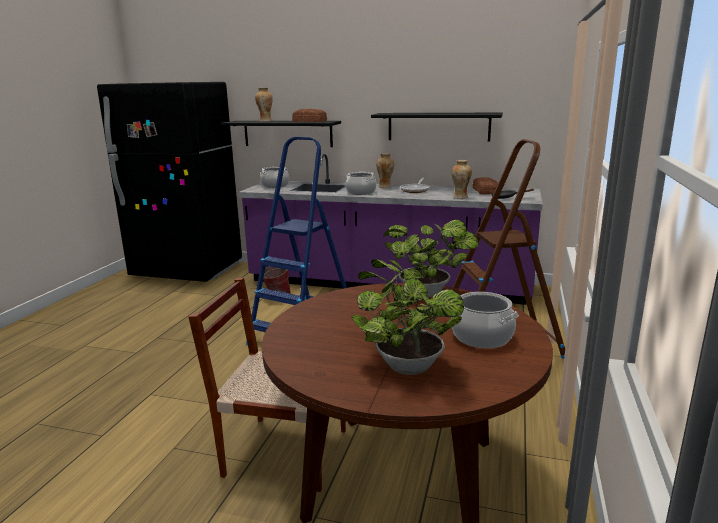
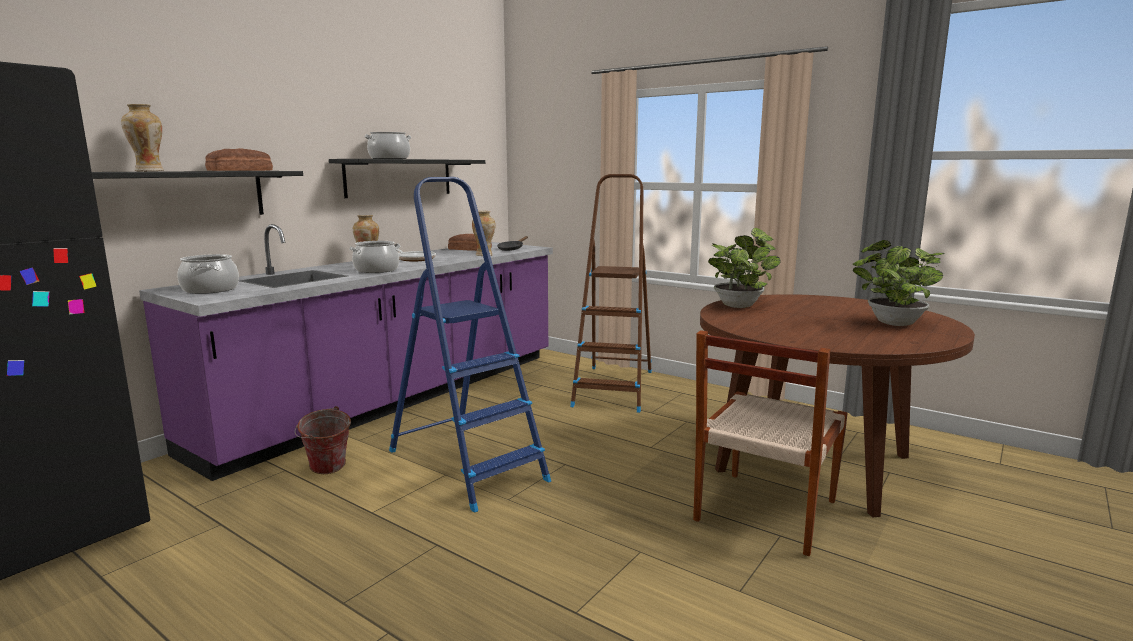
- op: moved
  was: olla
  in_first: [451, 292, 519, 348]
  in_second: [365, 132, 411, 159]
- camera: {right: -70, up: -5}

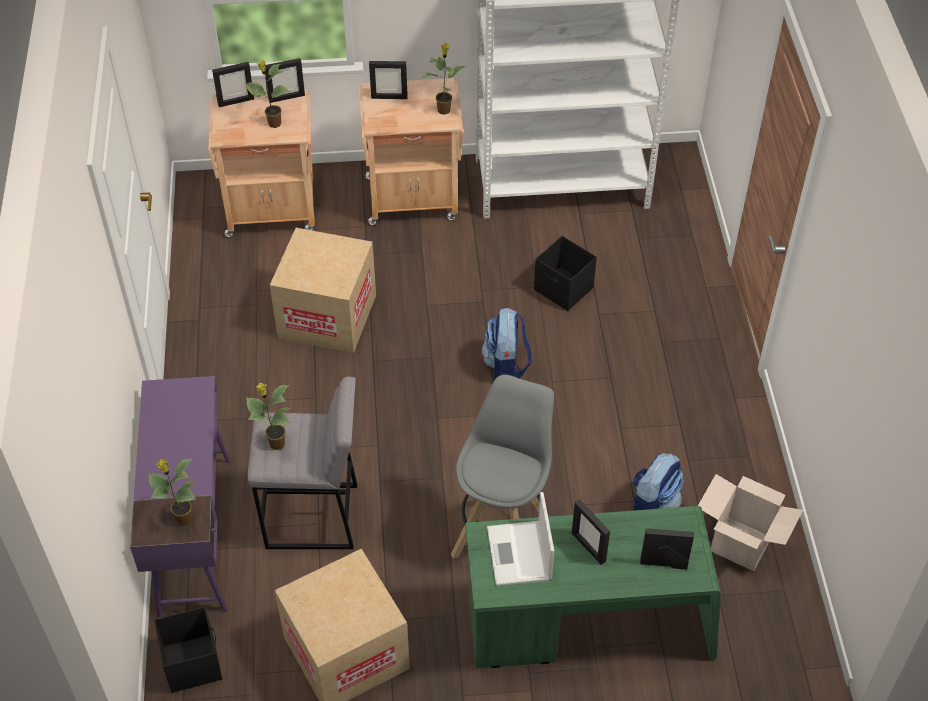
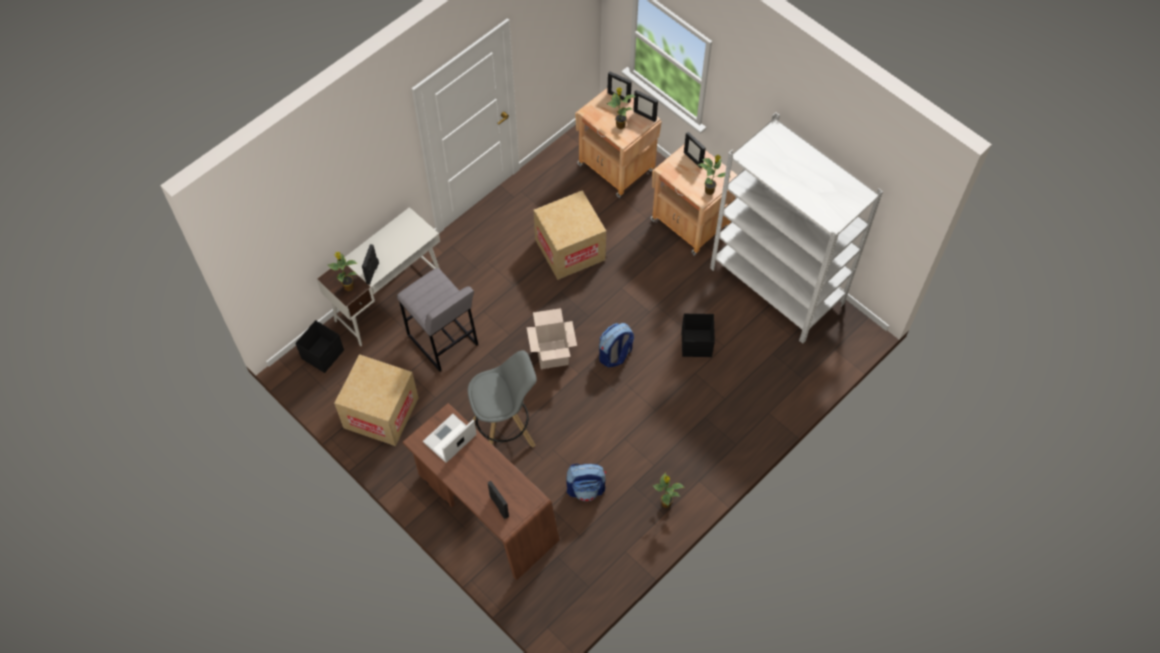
- op: recoloured
  was: escritorio (morado)
  now: escritorio (blanco)
  in_first: [130, 376, 230, 617]
  in_second: [317, 207, 440, 346]
- op: moved
  was: planta en maceta
  in_first: [246, 383, 291, 450]
  in_second: [652, 473, 685, 508]
- op: moved
  was: caja de cartón
  in_first: [698, 474, 803, 571]
  in_second: [526, 308, 577, 369]
- op: moved
  was: portarretratos
  in_first: [572, 499, 610, 565]
  in_second: [362, 244, 379, 285]
- op: recoloured
  was: escritorio (verde)
  now: escritorio (marrón)
  in_first: [465, 506, 721, 669]
  in_second: [403, 403, 560, 581]
- camera: {right: 50, up: 10}

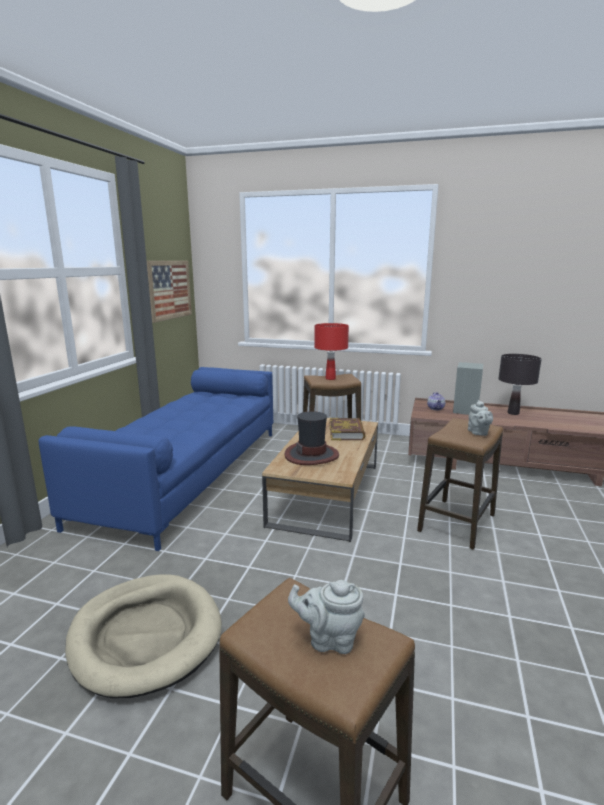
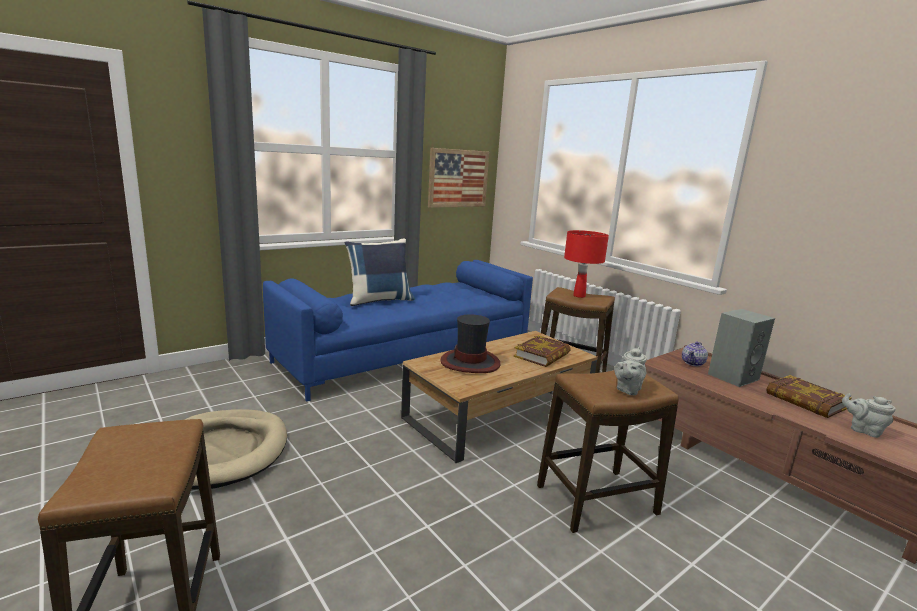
- op: replaced
  was: lámpara de mesa (negro)
  now: libro
  in_first: [498, 354, 541, 415]
  in_second: [767, 375, 851, 418]
- op: moved
  was: tetera (gris)
  in_first: [288, 580, 365, 654]
  in_second: [842, 393, 895, 438]
- op: added
  now: cojín (azul)
  in_second: [345, 238, 415, 306]
- camera: {right: 35, up: 0}

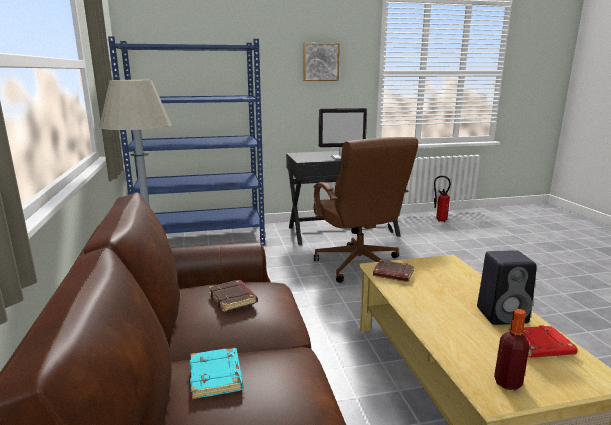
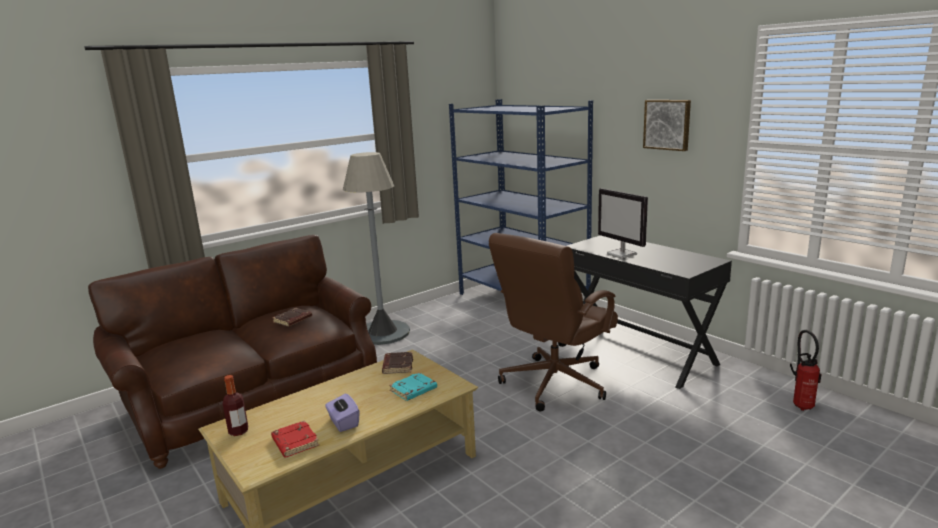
- op: replaced
  was: altavoz (negro)
  now: caja de pañuelos (morado)
  in_first: [477, 250, 537, 325]
  in_second: [325, 394, 360, 432]
- op: moved
  was: libro (turquesa)
  in_first: [190, 348, 243, 399]
  in_second: [389, 372, 437, 401]
- camera: {right: 65, up: 0}

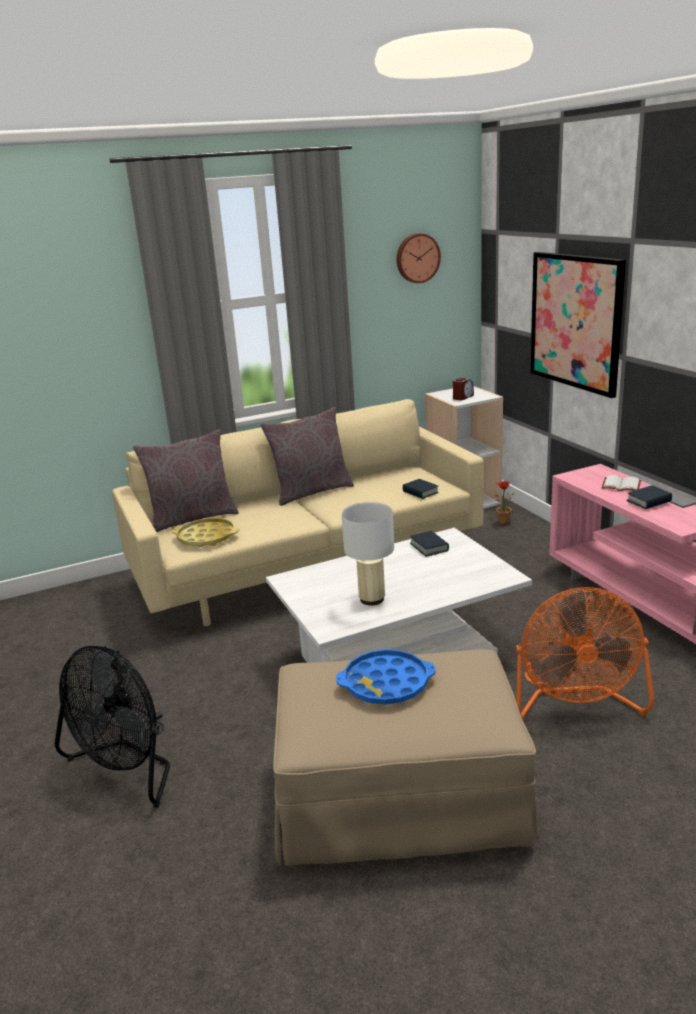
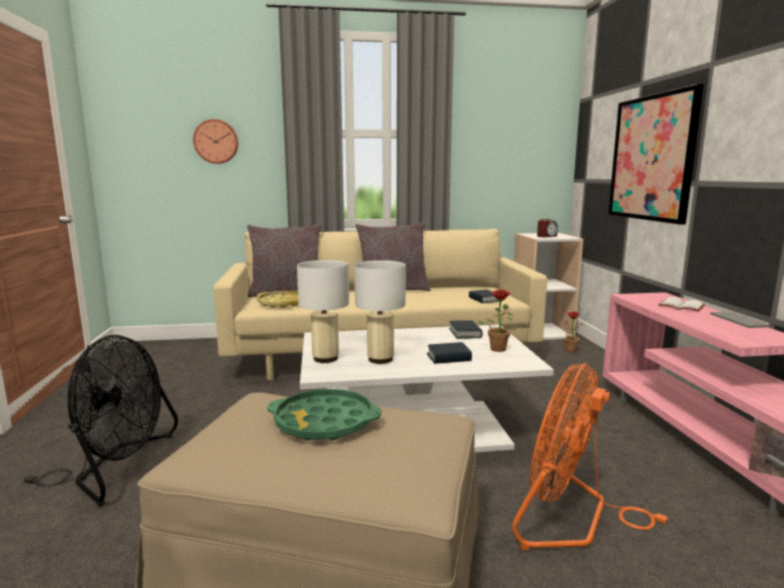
- op: moved
  was: reloj de pared
  in_first: [397, 233, 441, 283]
  in_second: [193, 119, 238, 164]
- op: moved
  was: libro
  in_first: [626, 485, 672, 509]
  in_second: [427, 342, 472, 364]
- op: turned
  was: ventilador (naranja)
  in_first: [516, 587, 654, 721]
  in_second: [512, 363, 671, 550]
  clockwise: 105
- op: turned
  was: ventilador (negro)
  in_first: [54, 646, 170, 808]
  in_second: [24, 335, 178, 507]
  clockwise: -135
- op: recoloured
  was: bandeja (azul)
  now: bandeja (verde)
  in_first: [336, 649, 436, 705]
  in_second: [267, 389, 381, 440]
- op: added
  now: lámpara de mesa (blanco)
  in_second: [297, 260, 349, 363]
- op: added
  now: planta en maceta
  in_second: [477, 290, 513, 352]
- camera: {right: 15, up: -10}

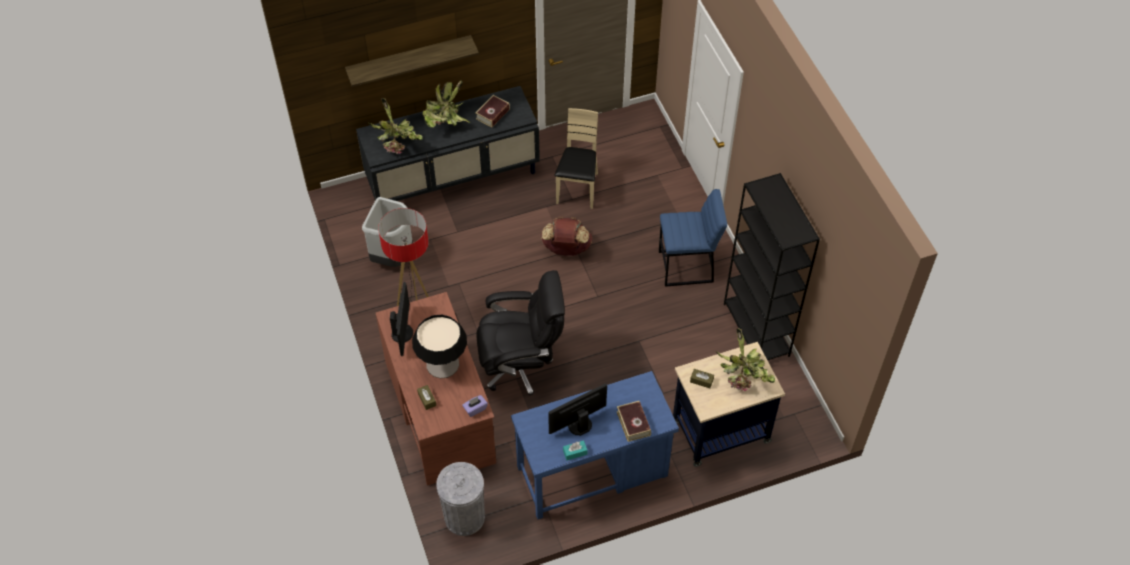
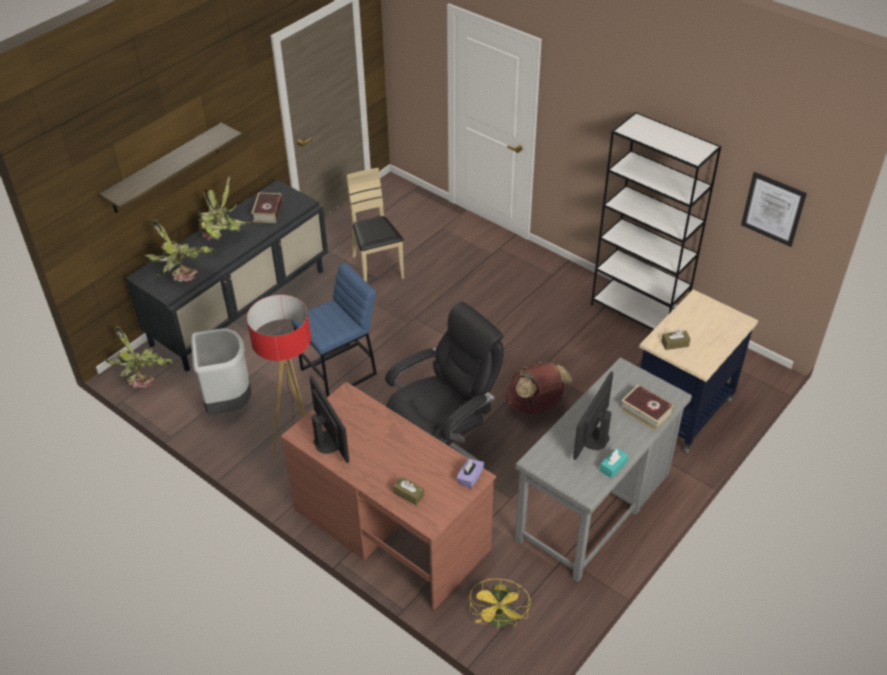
- op: recoloured
  was: estantería (negro)
  now: estantería (blanco)
  in_first: [724, 173, 820, 360]
  in_second: [591, 112, 721, 331]
- op: moved
  was: silla (azul)
  in_first: [659, 189, 727, 287]
  in_second: [291, 263, 377, 397]
- op: moved
  was: mochila (marrón)
  in_first: [541, 217, 593, 256]
  in_second: [505, 362, 572, 414]
- op: removed
  was: lámpara de mesa
  in_first: [412, 315, 467, 378]
- op: moved
  was: planta en maceta
  in_first: [716, 328, 775, 391]
  in_second: [104, 326, 173, 388]
- op: recoloured
  was: escritorio (azul)
  now: escritorio (gris)
  in_first: [511, 371, 679, 519]
  in_second: [515, 357, 692, 582]
- op: replaced
  was: papelera (gris)
  now: ventilador (amarillo)
  in_first: [436, 462, 485, 536]
  in_second: [469, 578, 531, 629]
- op: added
  now: cuadro
  in_second: [741, 172, 807, 247]
- camera: {right: -30, up: -10}

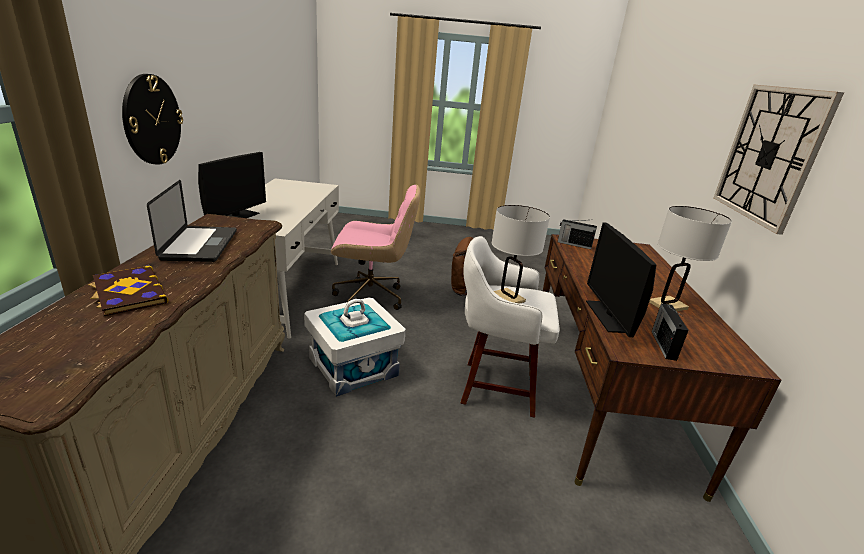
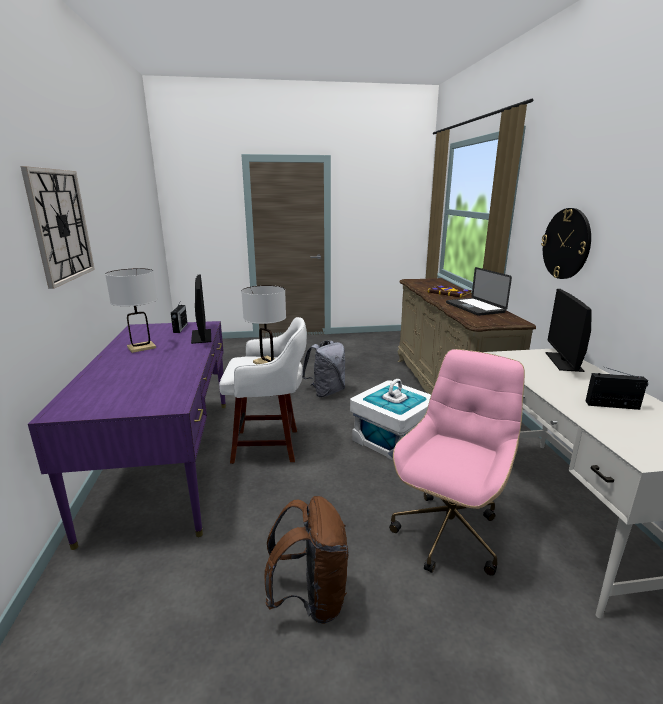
- op: turned
  was: silla de oficina (rosa)
  in_first: [331, 184, 420, 310]
  in_second: [389, 349, 525, 576]
  clockwise: 135
- op: moved
  was: radio
  in_first: [558, 219, 597, 249]
  in_second: [585, 366, 648, 410]
- op: recoloured
  was: escritorio (marrón)
  now: escritorio (morado)
  in_first: [543, 234, 782, 502]
  in_second: [28, 321, 226, 550]
- op: added
  now: mochila (gris)
  in_second: [302, 340, 345, 397]
- camera: {right: 170, up: -5}

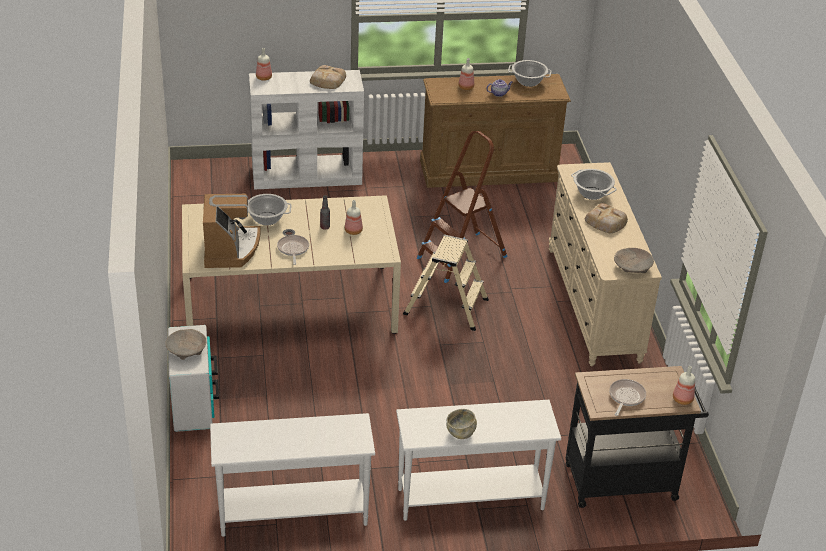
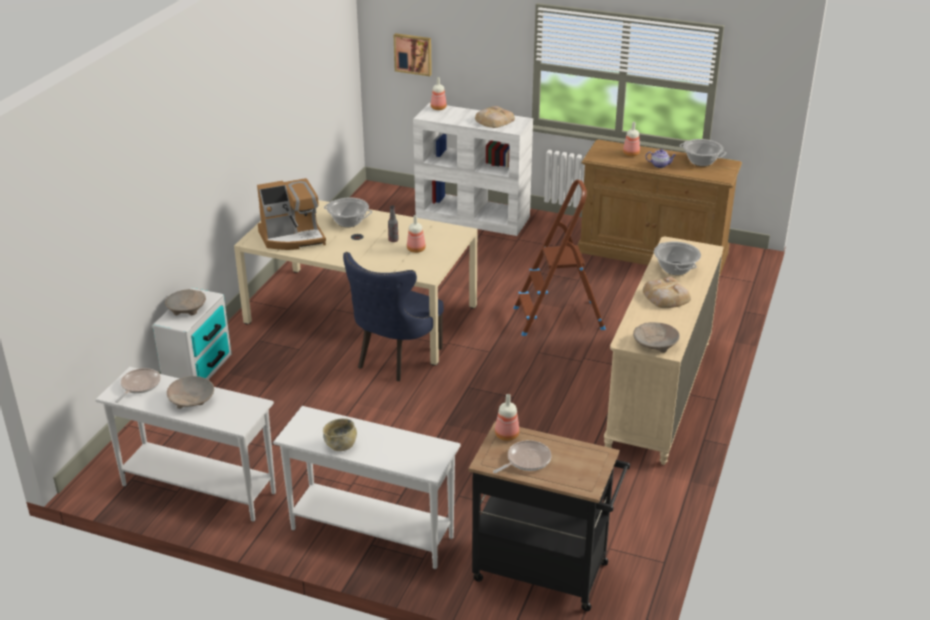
- op: turned
  was: cafetera
  in_first: [203, 194, 261, 268]
  in_second: [257, 178, 326, 250]
  clockwise: 45
- op: removed
  was: escalera de tijera (beis)
  in_first: [403, 234, 489, 331]
- op: moved
  was: sartén
  in_first: [277, 235, 309, 265]
  in_second: [115, 368, 161, 403]
- op: moved
  was: botella
  in_first: [673, 366, 695, 405]
  in_second: [495, 394, 519, 441]
- op: added
  now: cuadro
  in_second: [394, 33, 432, 76]
- op: added
  now: silla (azul)
  in_second: [343, 252, 444, 381]
- op: added
  now: cuenco (beis)
  in_second: [167, 376, 214, 409]
- camera: {right: 30, up: -5}

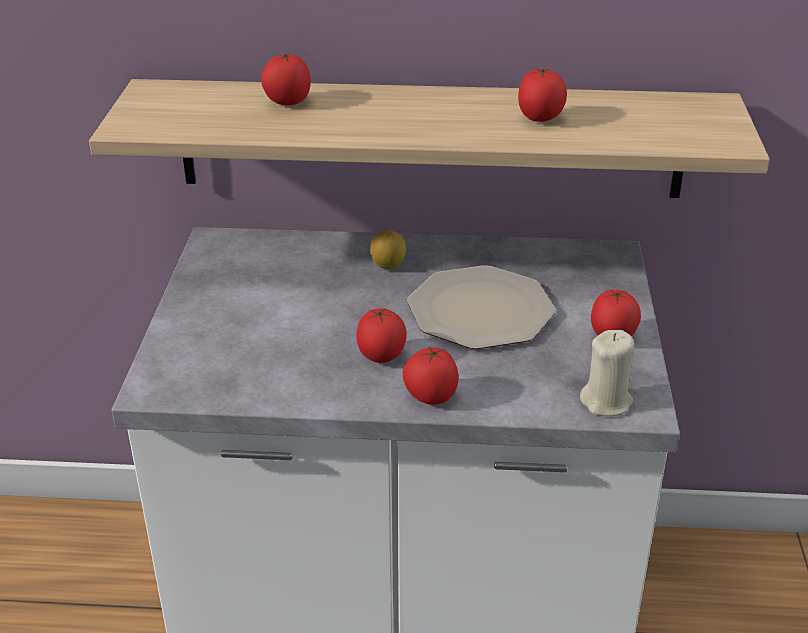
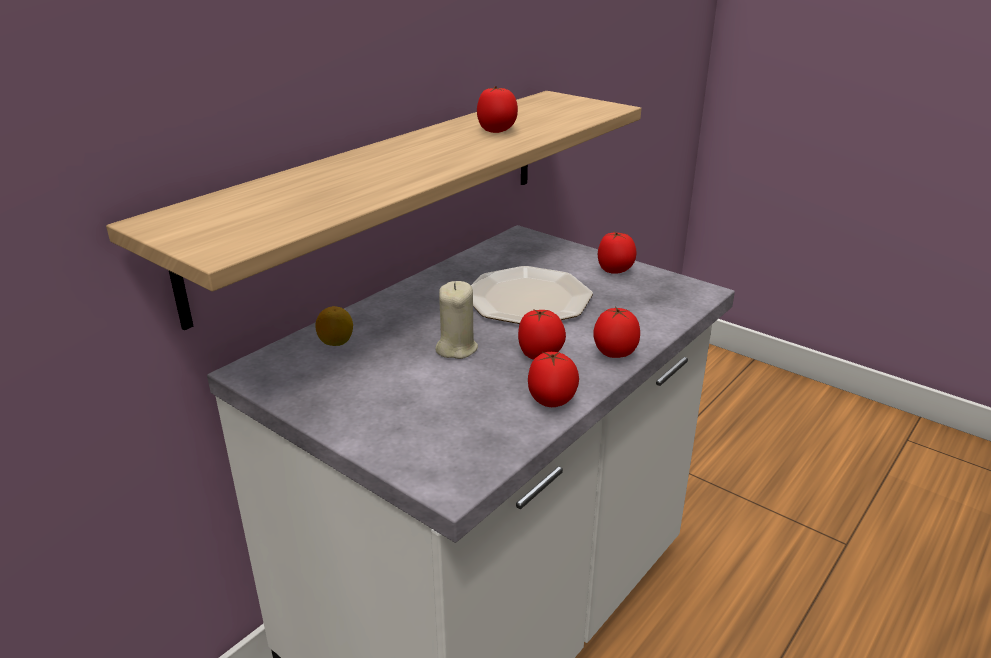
- op: moved
  was: tomate
  in_first: [261, 53, 311, 105]
  in_second: [528, 351, 579, 407]
- op: moved
  was: limón
  in_first: [370, 230, 406, 269]
  in_second: [315, 306, 353, 346]
- op: moved
  was: vela (beis)
  in_first: [580, 330, 634, 416]
  in_second: [435, 281, 478, 359]
- camera: {right: -55, up: -5}

